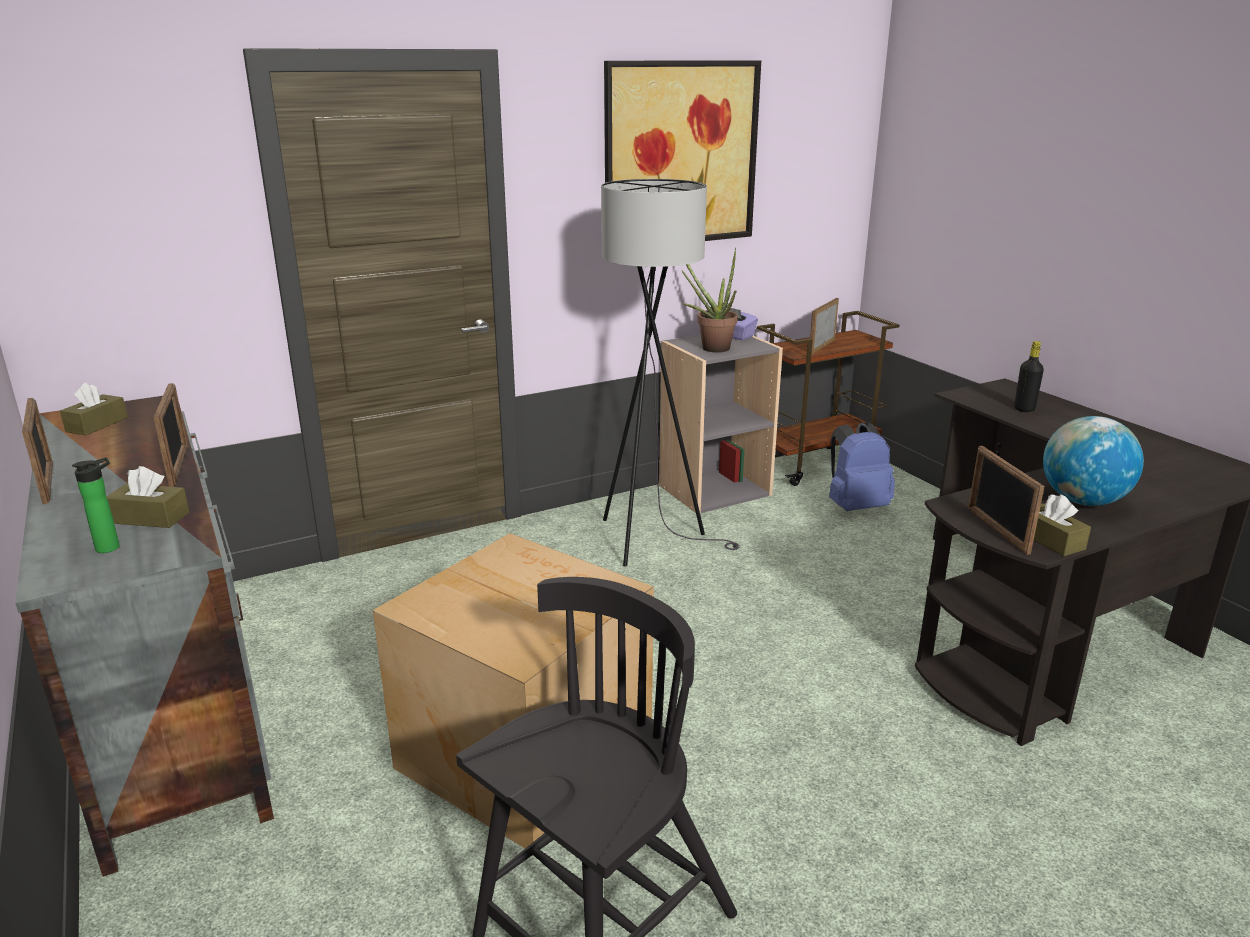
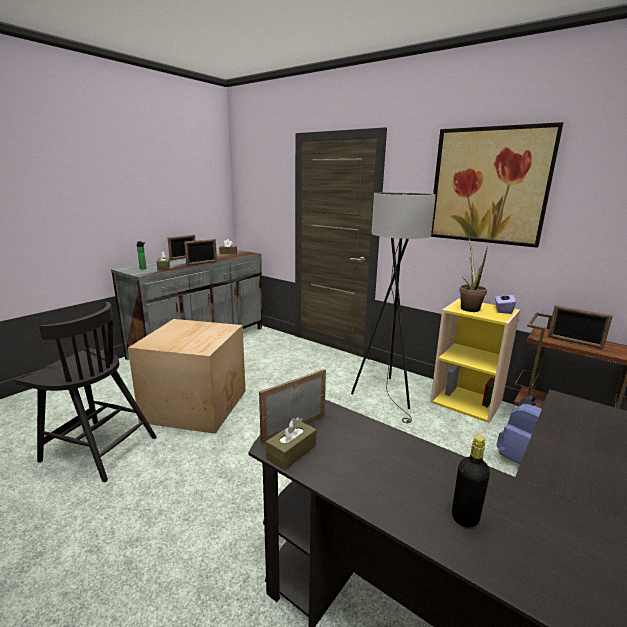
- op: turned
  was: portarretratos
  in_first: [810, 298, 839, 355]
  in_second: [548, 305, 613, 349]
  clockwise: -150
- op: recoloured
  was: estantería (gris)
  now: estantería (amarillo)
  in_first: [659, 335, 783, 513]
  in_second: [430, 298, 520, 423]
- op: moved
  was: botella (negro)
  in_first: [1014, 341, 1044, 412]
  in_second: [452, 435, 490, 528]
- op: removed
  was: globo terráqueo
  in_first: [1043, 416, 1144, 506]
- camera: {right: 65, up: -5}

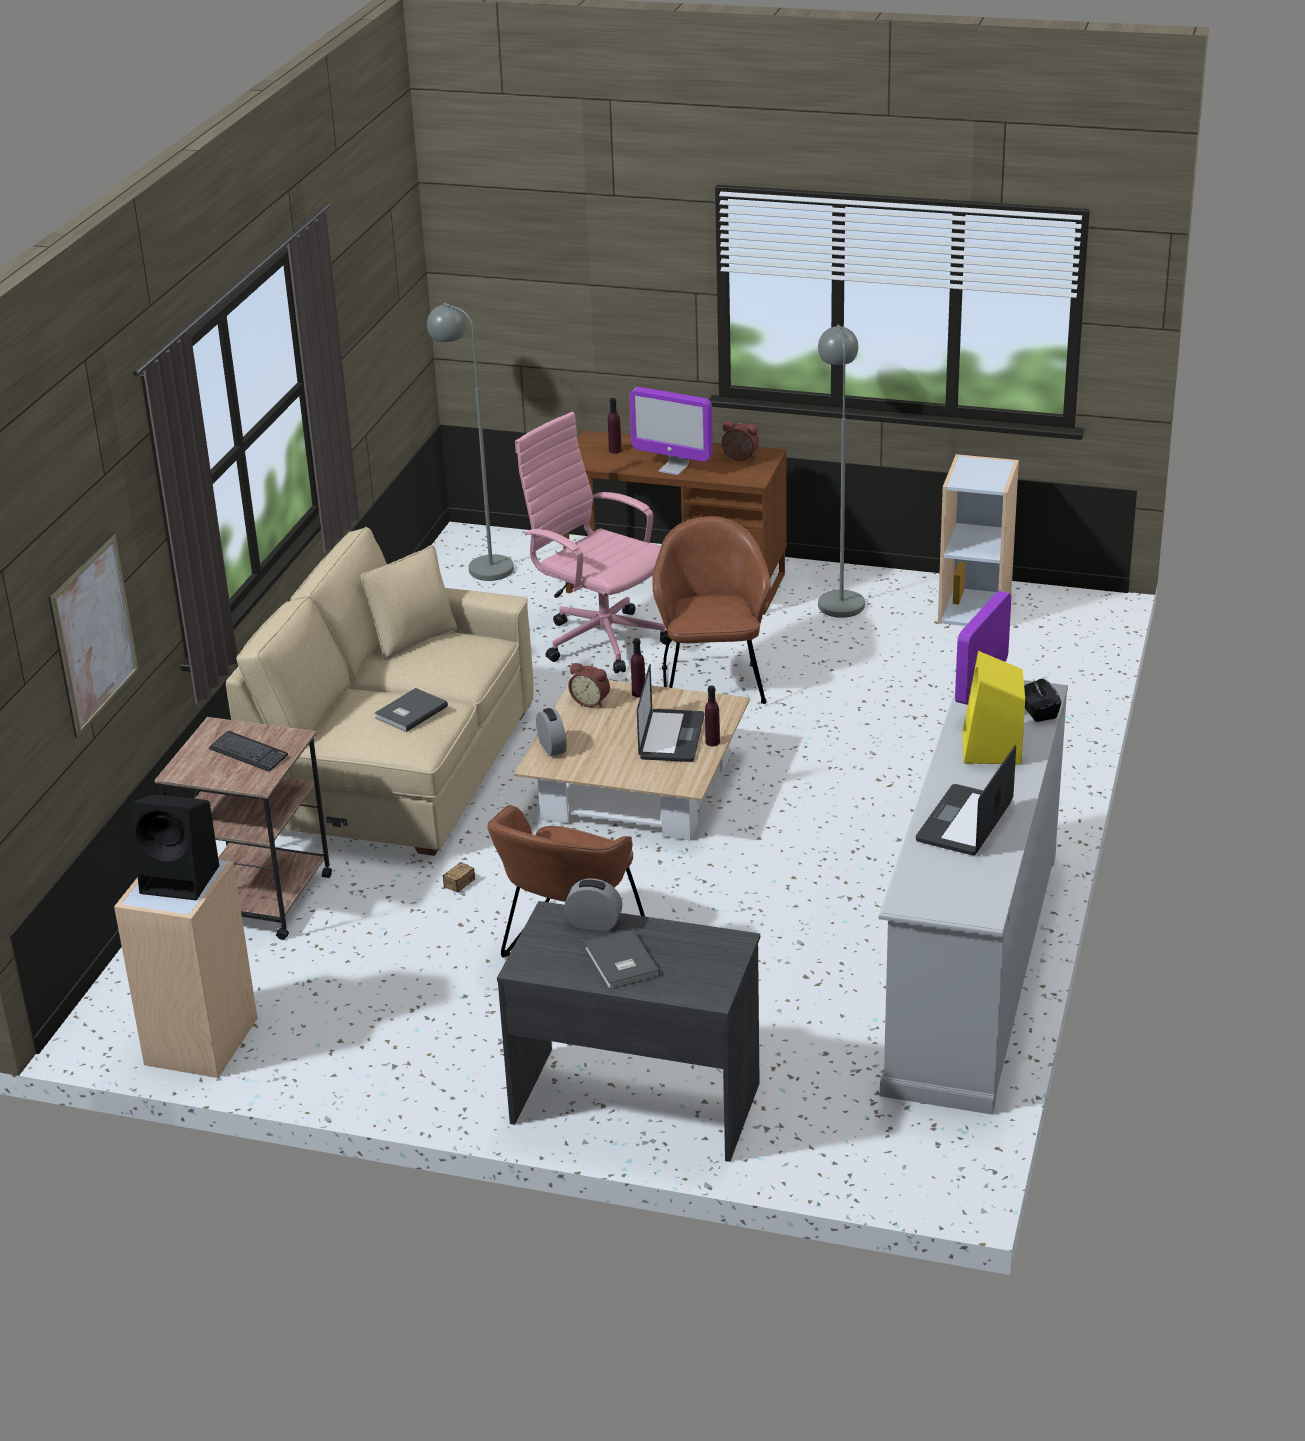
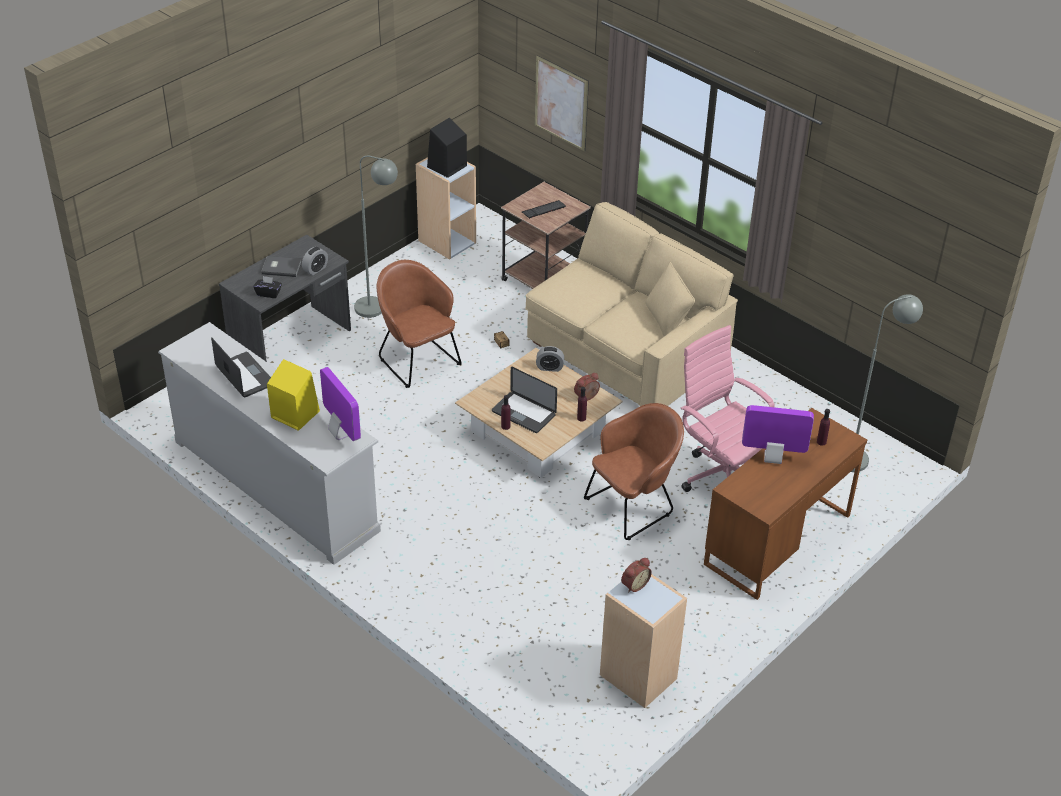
- op: moved
  was: lámpara de pie (gris)
  in_first: [818, 325, 865, 618]
  in_second: [354, 156, 398, 318]
- op: turned
  was: monitor
  in_first: [630, 387, 713, 475]
  in_second: [742, 405, 814, 464]
  clockwise: 45
- op: turned
  was: silla de oficina (rosa)
  in_first: [515, 412, 672, 673]
  in_second: [681, 325, 775, 492]
  clockwise: -105
- op: moved
  was: despertador
  in_first: [722, 421, 759, 461]
  in_second: [621, 558, 652, 593]
- op: turned
  was: sillón (marrón)
  in_first: [652, 516, 771, 704]
  in_second: [584, 403, 684, 540]
  clockwise: -60
- op: moved
  was: caja de pañuelos (negro)
  in_first: [1024, 678, 1061, 722]
  in_second: [253, 276, 282, 298]
- op: removed
  was: libro (gris)
  in_first: [375, 688, 448, 732]
- camera: {right: 115, up: 10}

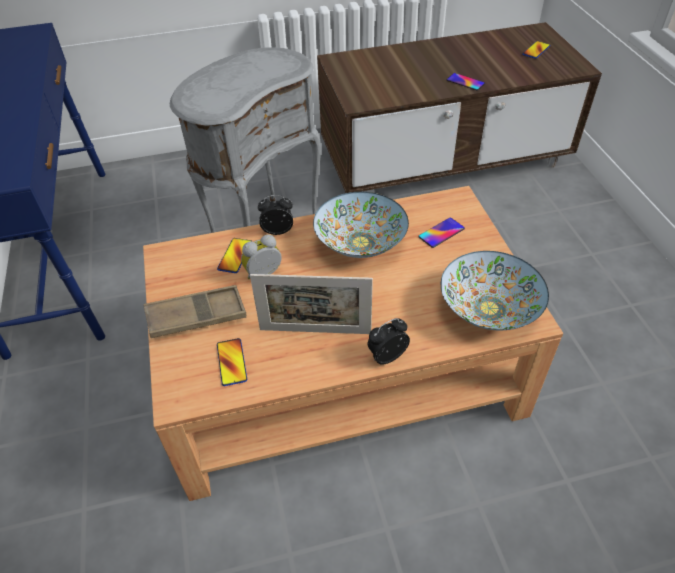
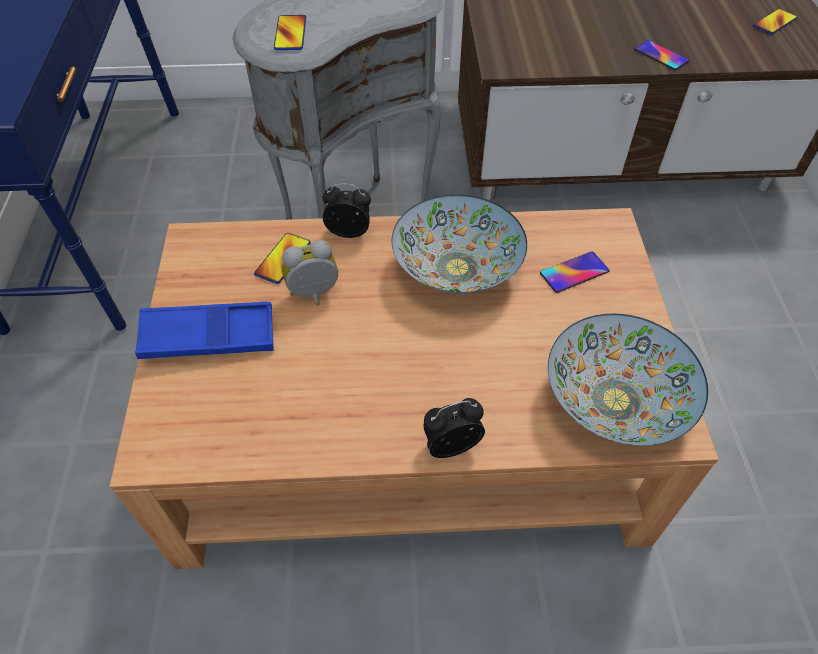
- op: removed
  was: portarretratos
  in_first: [250, 274, 373, 334]
- op: recoloured
  was: bandeja (marrón)
  now: bandeja (azul)
  in_first: [143, 285, 246, 338]
  in_second: [135, 302, 274, 359]
- op: moved
  was: móvil
  in_first: [217, 338, 247, 386]
  in_second: [274, 15, 306, 50]
- camera: {right: 10, up: 5}

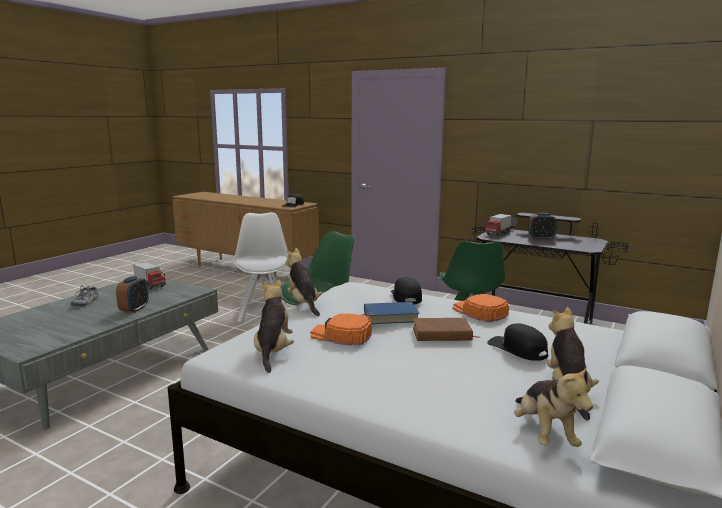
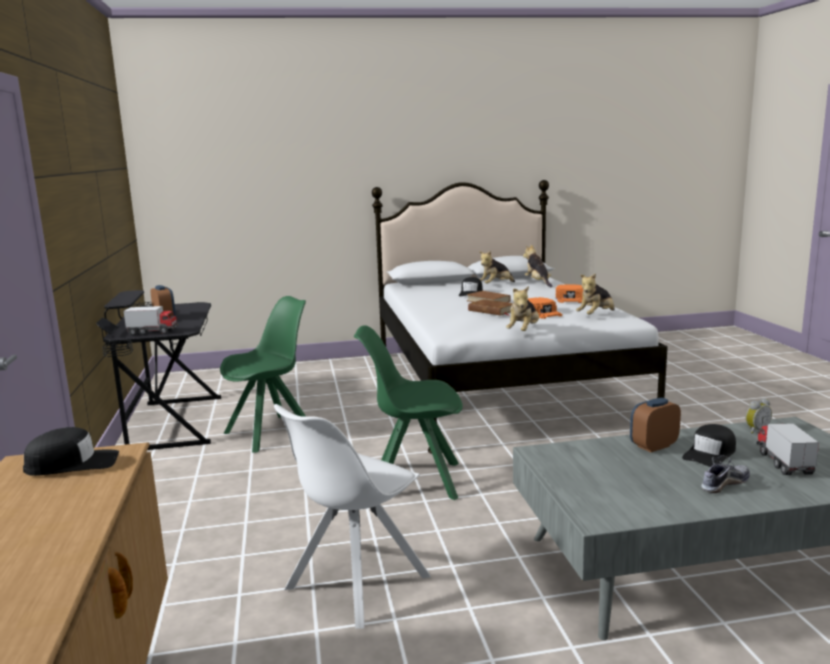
- op: moved
  was: camión de juguete
  in_first: [133, 262, 166, 290]
  in_second: [757, 423, 819, 475]
- op: moved
  was: gorra (negro)
  in_first: [391, 277, 422, 305]
  in_second: [682, 424, 736, 467]
- op: moved
  was: gorra (naranja)
  in_first: [453, 294, 509, 322]
  in_second: [556, 285, 583, 303]
- op: recoloured
  was: libro (azul)
  now: libro (marrón)
  in_first: [362, 302, 420, 324]
  in_second: [468, 299, 513, 316]
- op: turned
  was: peluche
  in_first: [514, 366, 593, 447]
  in_second: [523, 245, 552, 287]
  clockwise: -60
- op: added
  now: despertador
  in_second: [746, 398, 772, 434]
- camera: {right: -130, up: 0}

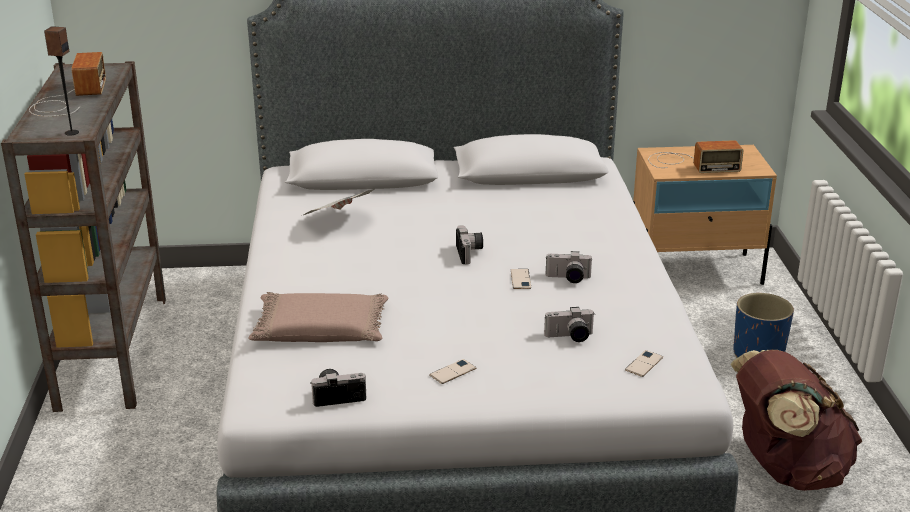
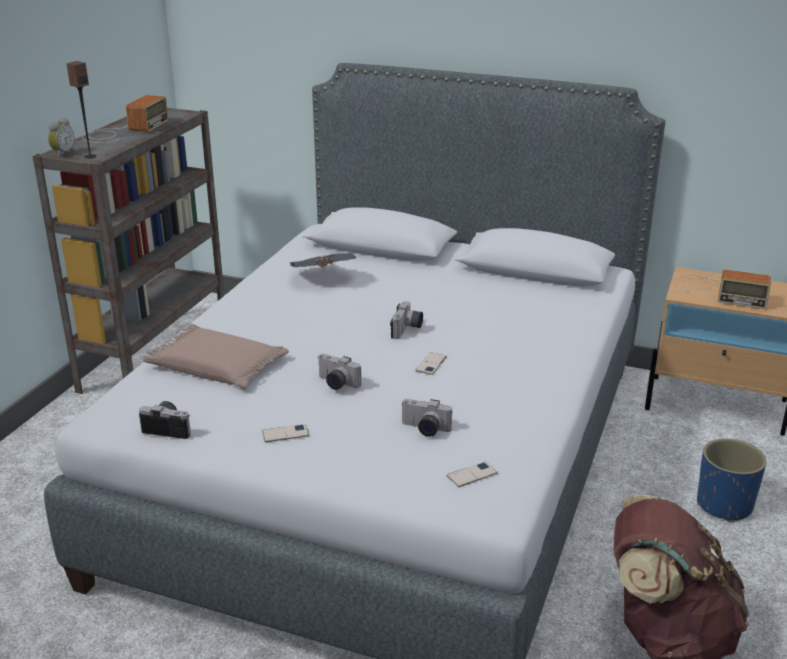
- op: moved
  was: cámara
  in_first: [546, 251, 593, 283]
  in_second: [317, 354, 361, 390]
- op: added
  now: despertador
  in_second: [48, 118, 75, 157]
- camera: {right: 25, up: 0}

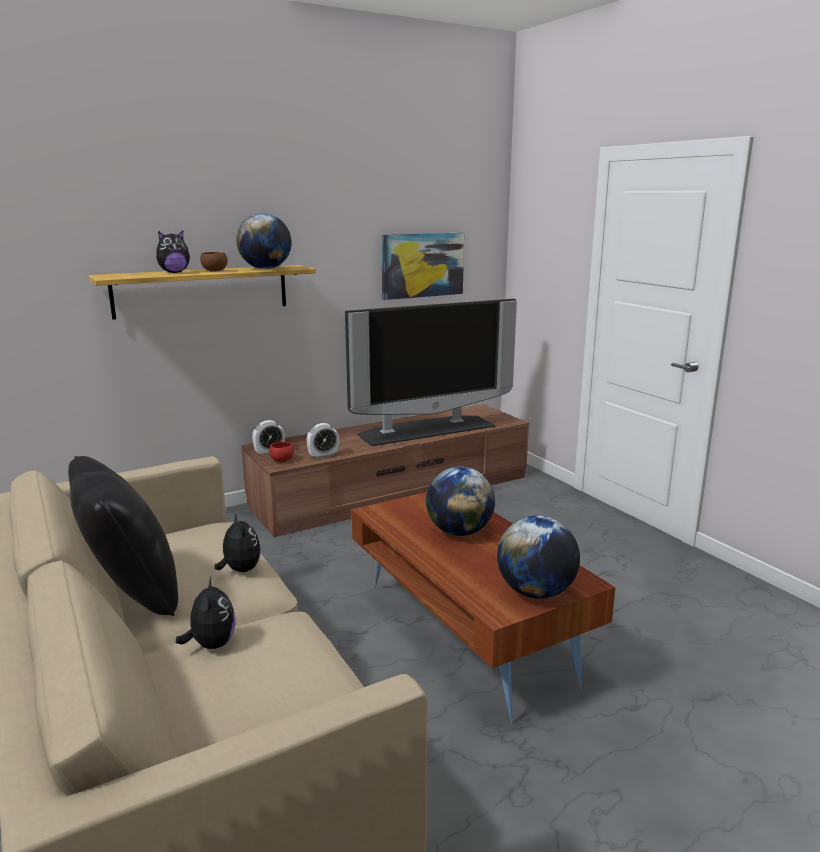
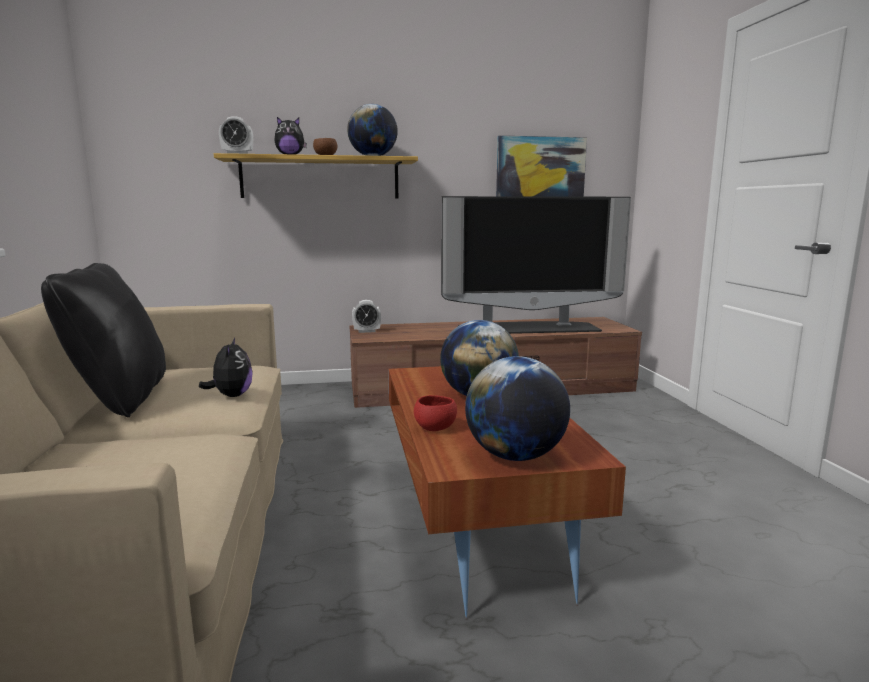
- op: moved
  was: despertador
  in_first: [307, 423, 339, 459]
  in_second: [219, 116, 253, 154]
- op: moved
  was: cuenco (rojo)
  in_first: [269, 442, 294, 462]
  in_second: [414, 395, 457, 431]
- op: removed
  was: peluche
  in_first: [176, 577, 236, 649]
- camera: {right: 20, up: -5}

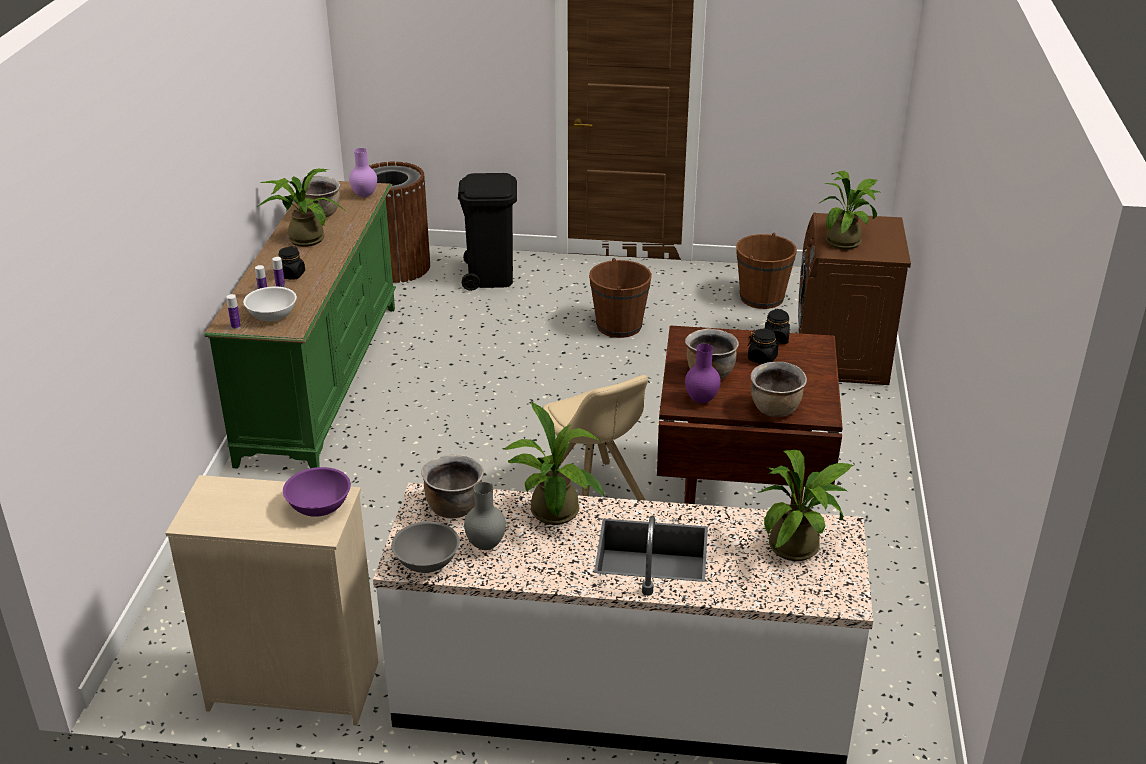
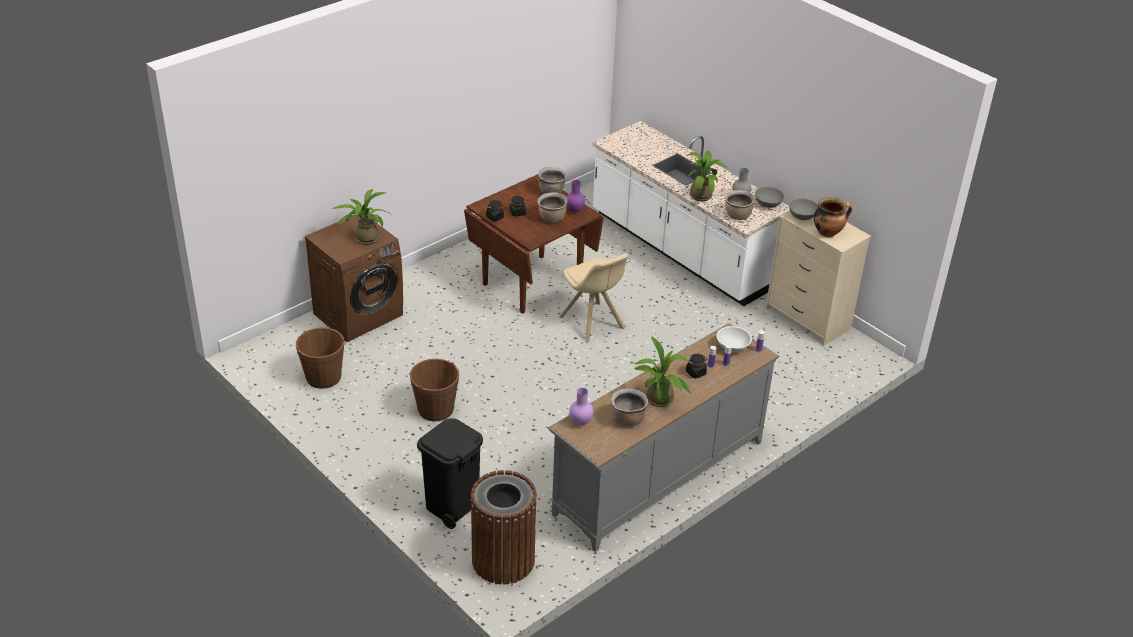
- op: recoloured
  was: armario (verde)
  now: armario (gris)
  in_first: [204, 181, 396, 469]
  in_second: [548, 323, 780, 552]
- op: turned
  was: silla (beis)
  in_first: [543, 375, 648, 501]
  in_second: [559, 253, 628, 343]
  clockwise: 135
- op: removed
  was: planta en maceta
  in_first: [758, 450, 854, 561]
- op: recoloured
  was: cuenco (morado)
  now: cuenco (gris)
  in_first: [283, 467, 351, 517]
  in_second: [788, 198, 819, 220]
- op: added
  now: olla
  in_second: [814, 197, 852, 237]
- camera: {right: -140, up: 5}

